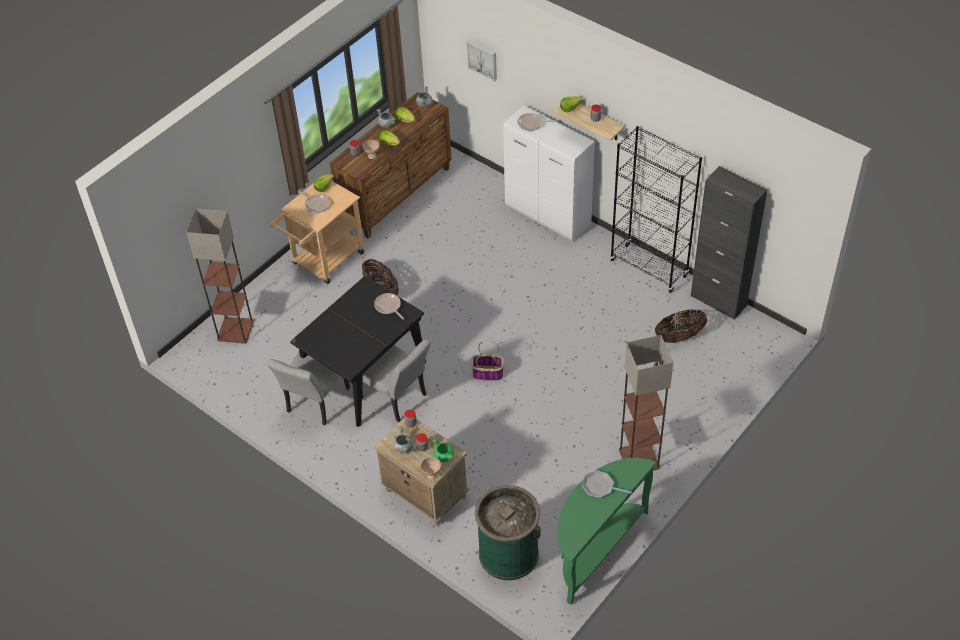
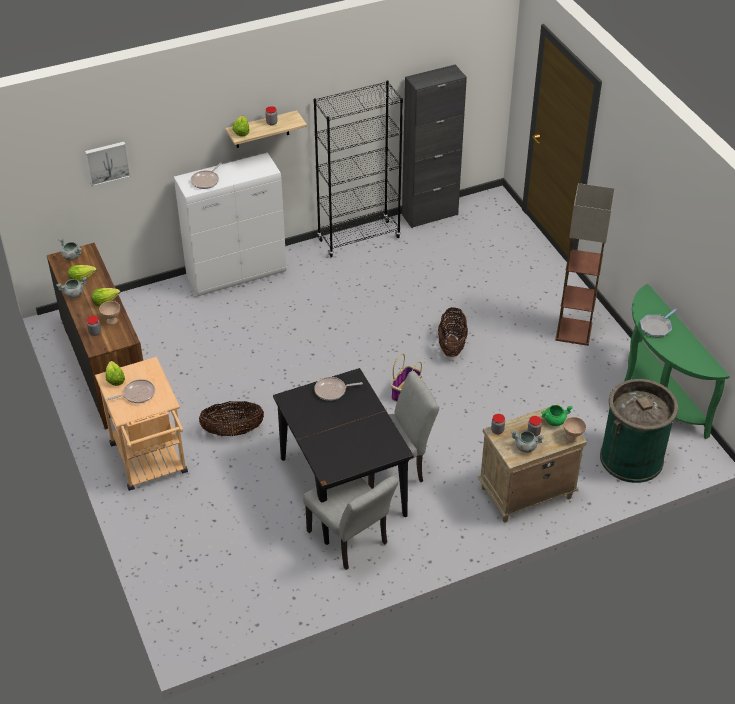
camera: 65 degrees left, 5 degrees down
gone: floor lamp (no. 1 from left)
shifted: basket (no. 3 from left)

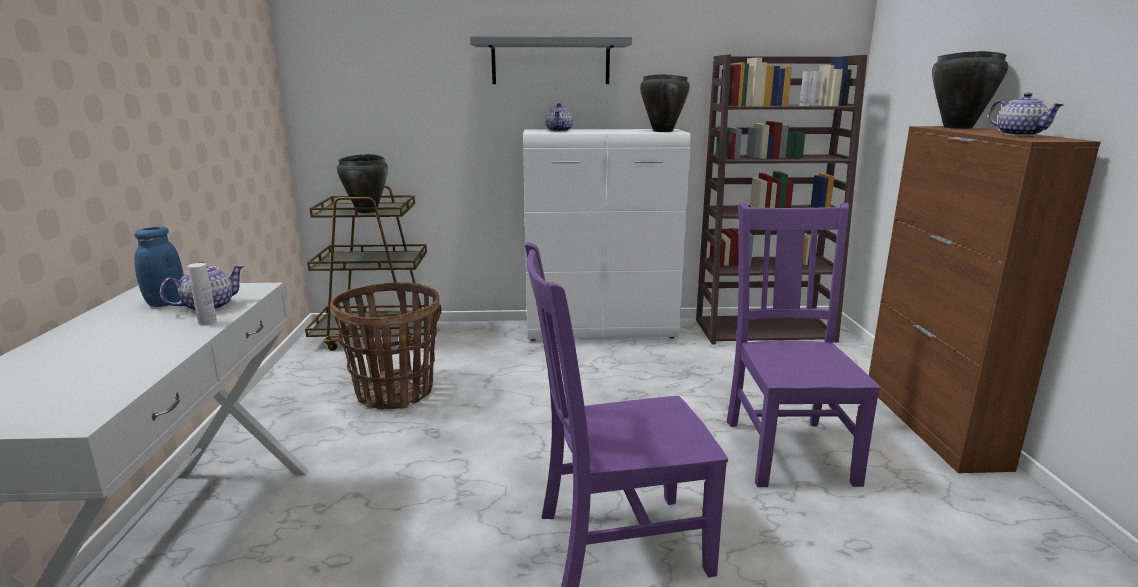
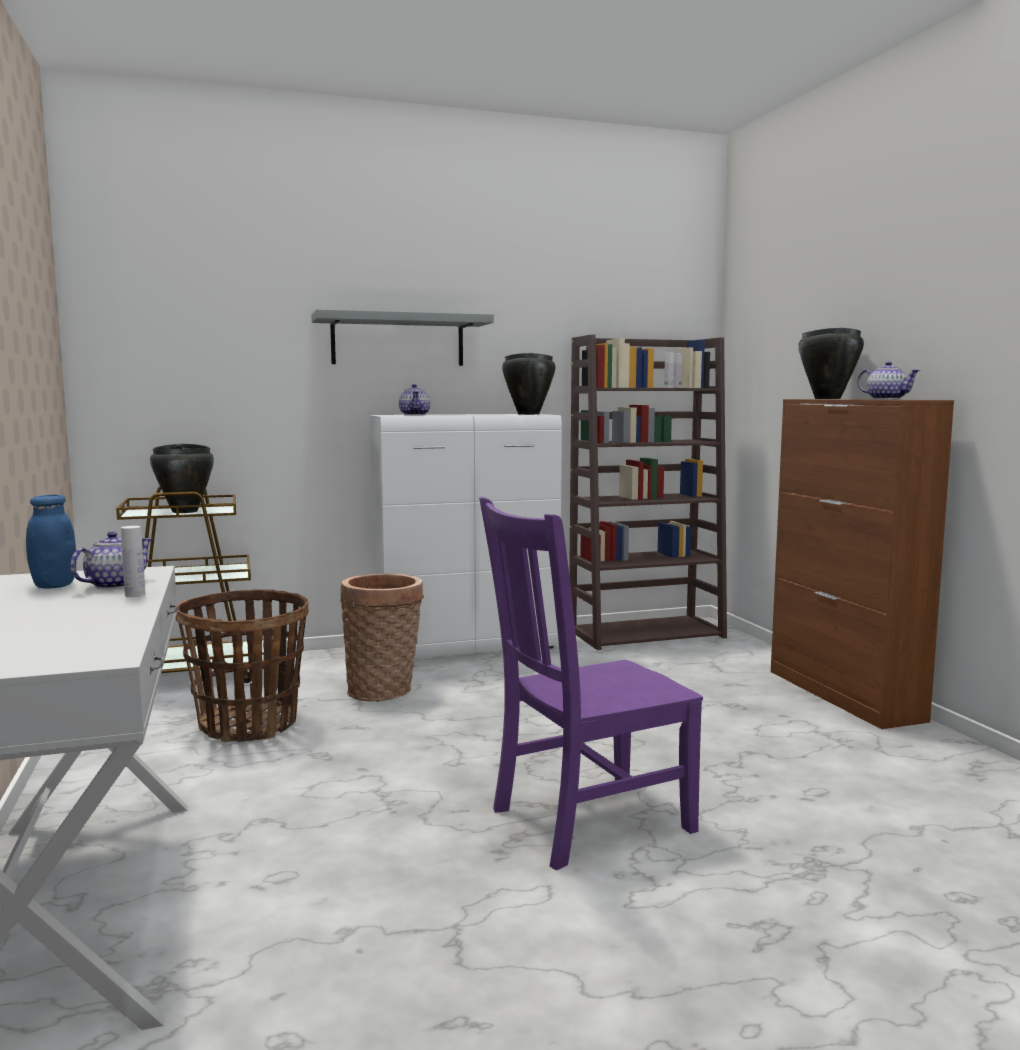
camera: 15 degrees left, 10 degrees down
gone: purple chair (no. 2 from left)
new: basket (no. 2 from left)

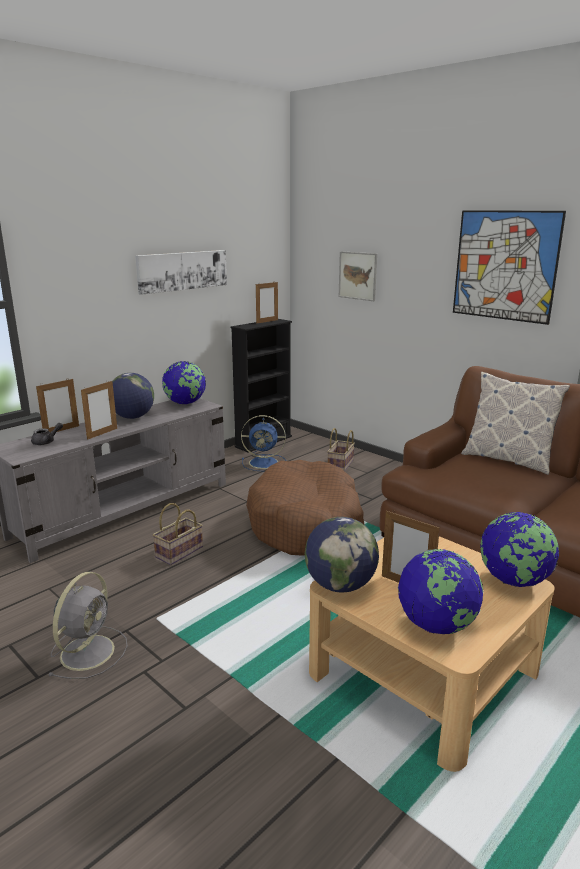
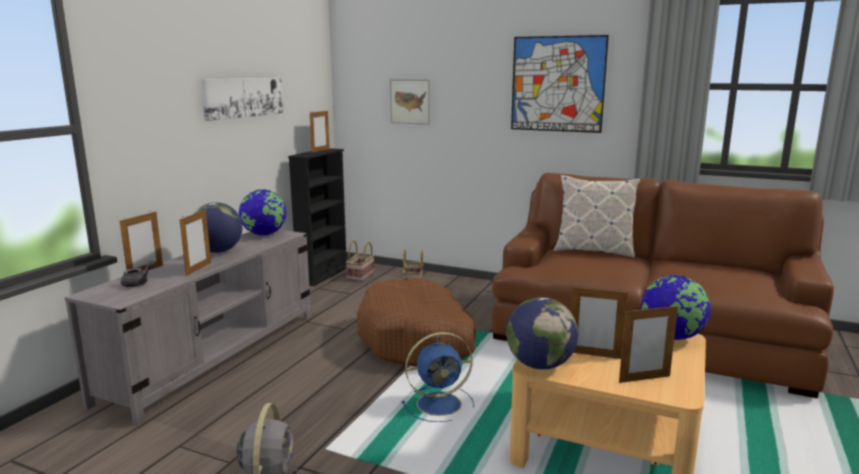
camera: 20 degrees left, 5 degrees down
shifted: basket (no. 1 from left); blue fan
swapped: globe (no. 4 from left) to picture frame (no. 5 from left)

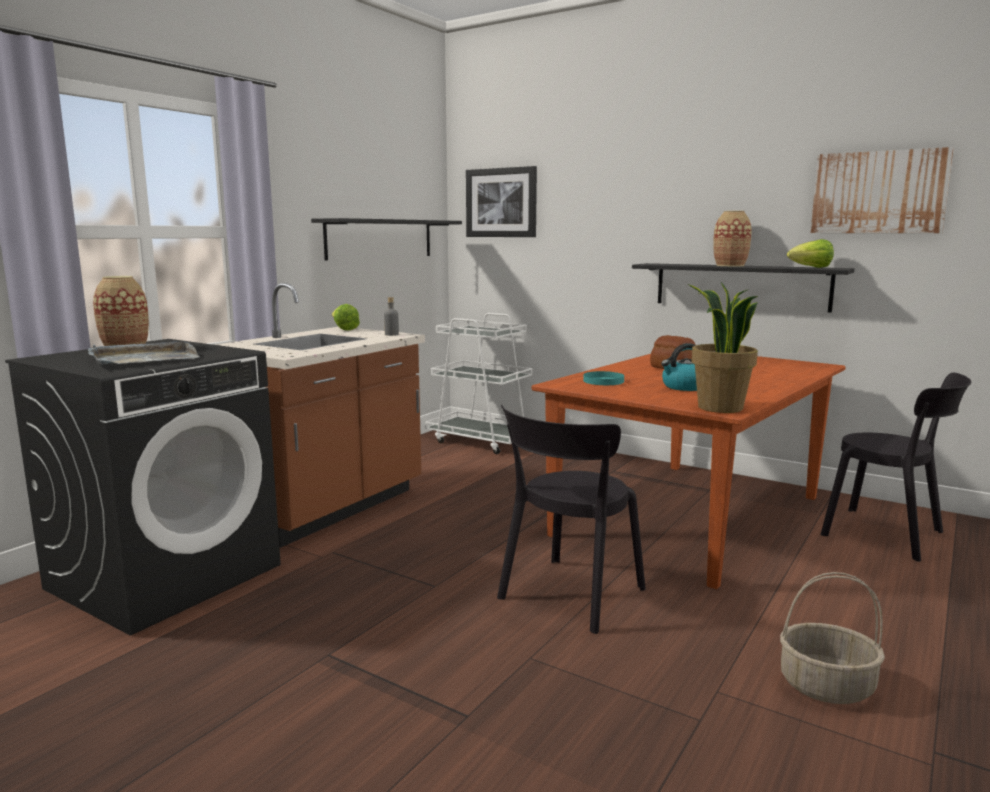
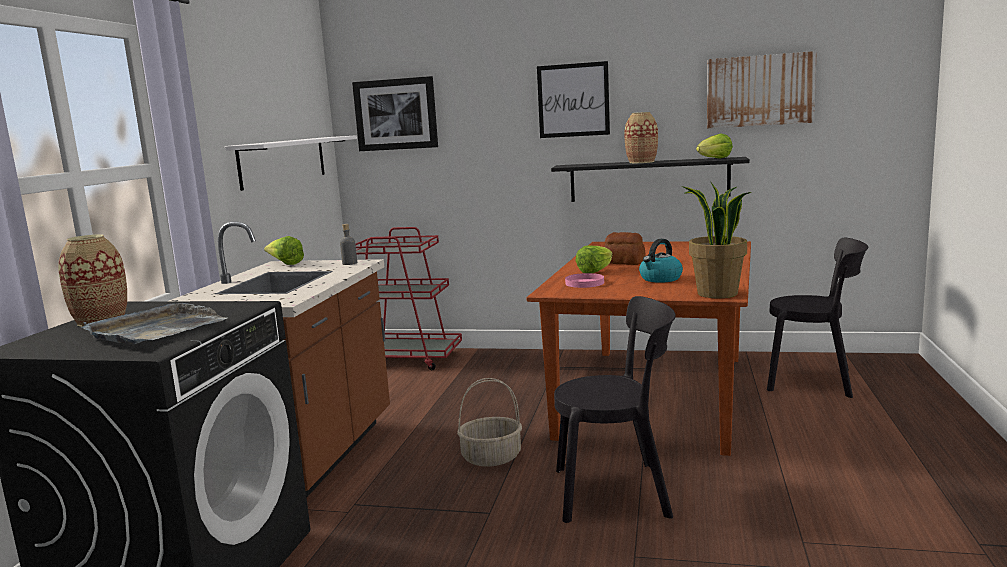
camera: 20 degrees left, 0 degrees up
new: picture (no. 2 from left); lettuce (no. 2 from left)
shifted: basket
repainted: black shelf (no. 1 from left) to white shelf; white cart to red cart; turquoise plate to pink plate
rotated: black chair (no. 1 from left) 105 degrees counterclockwise

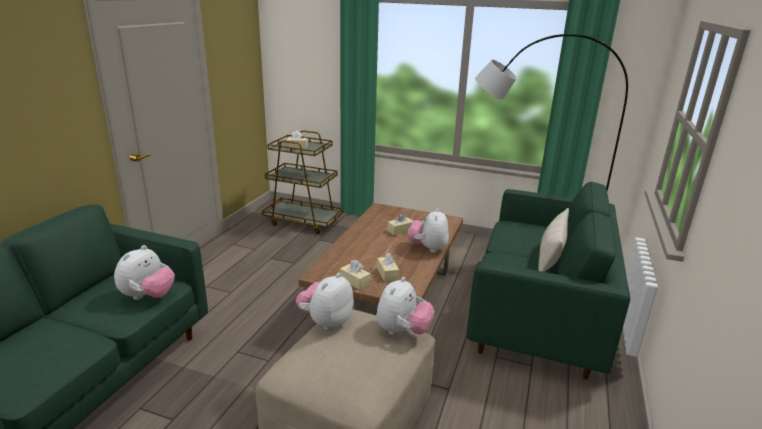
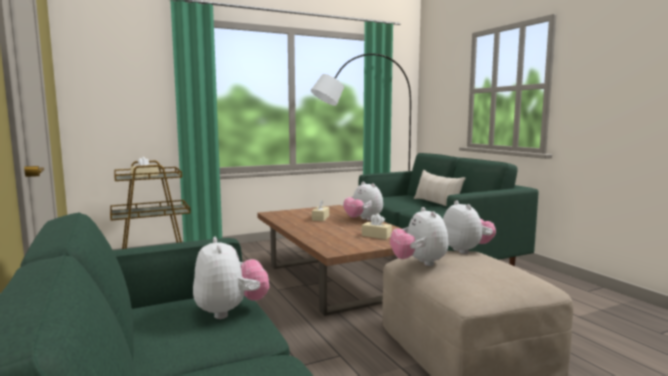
camera: 45 degrees left, 15 degrees down
gone: beige tissue box (no. 2 from left)

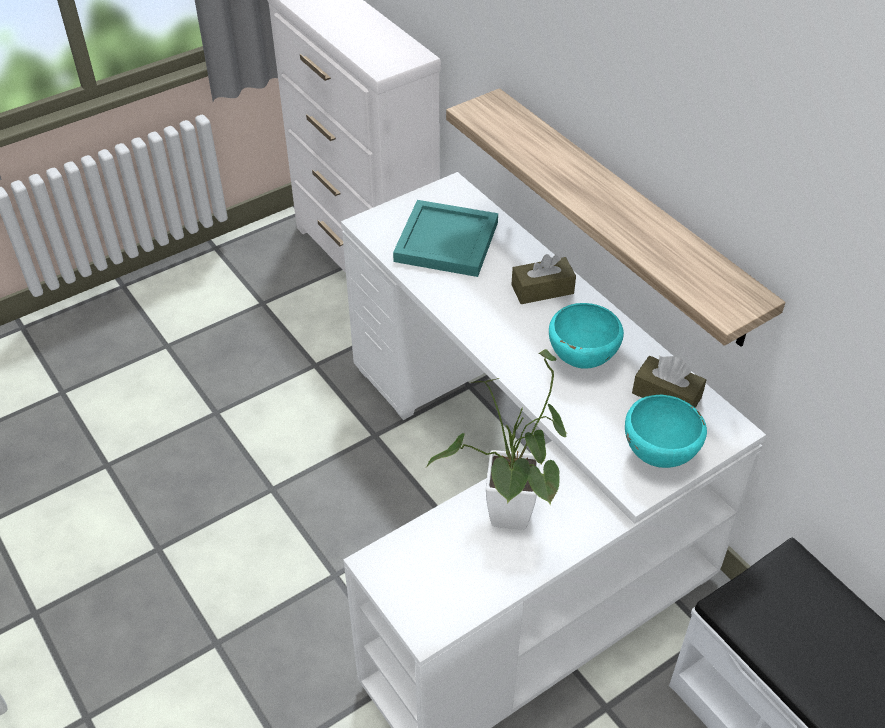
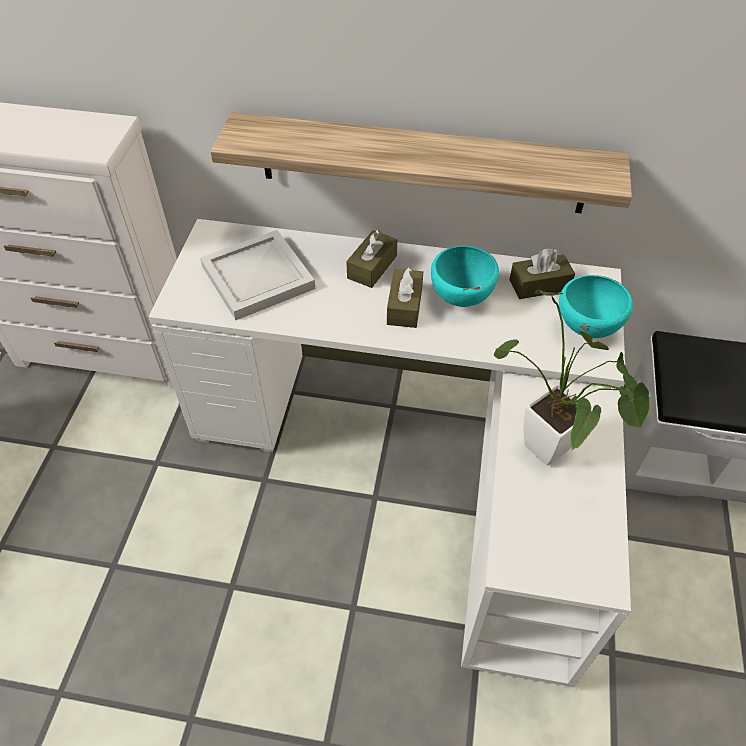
camera: 45 degrees left, 5 degrees up
new: brown tissue box (no. 2 from left)
repainted: turquoise tray to white tray

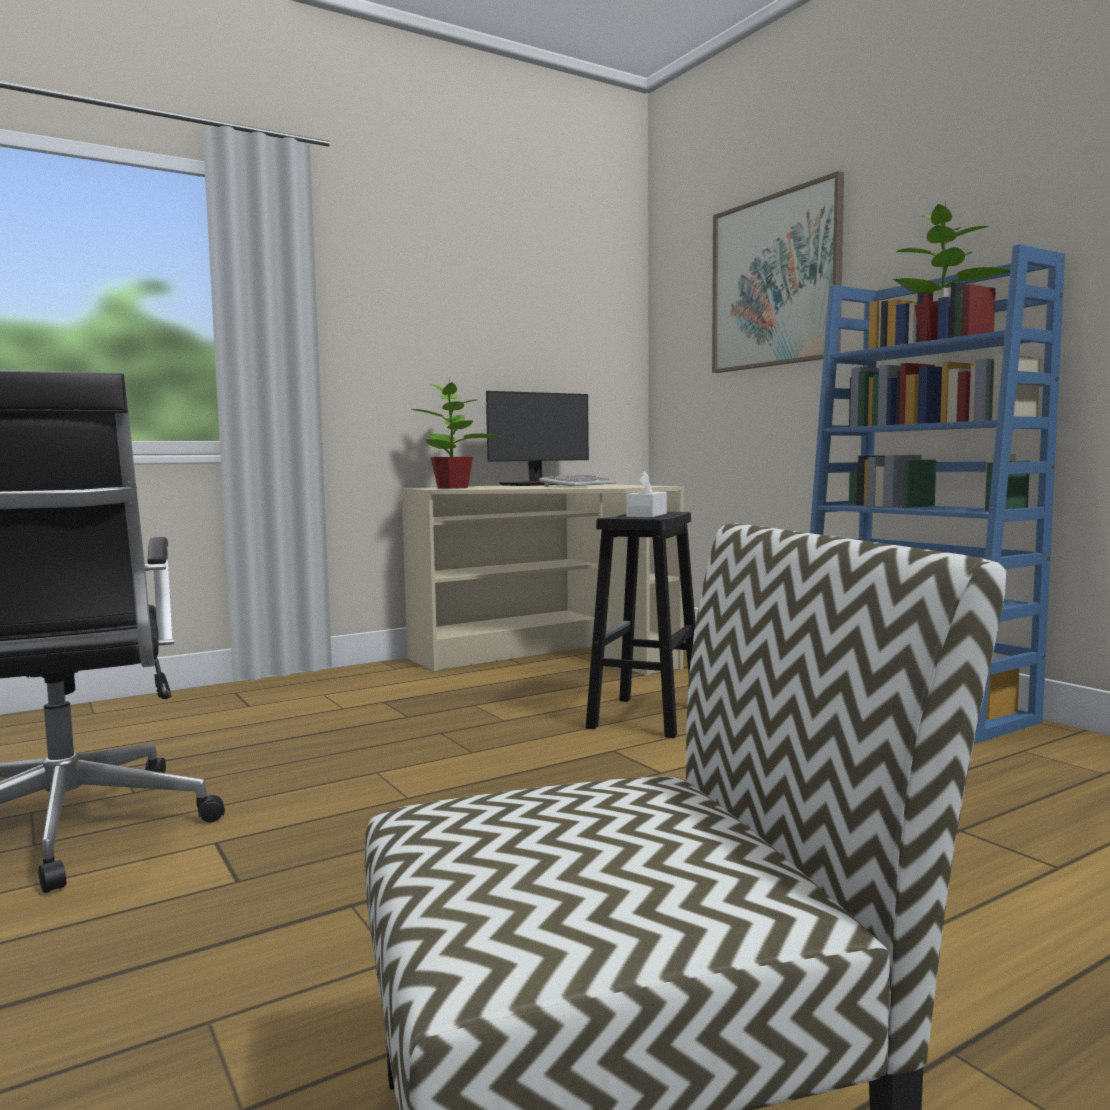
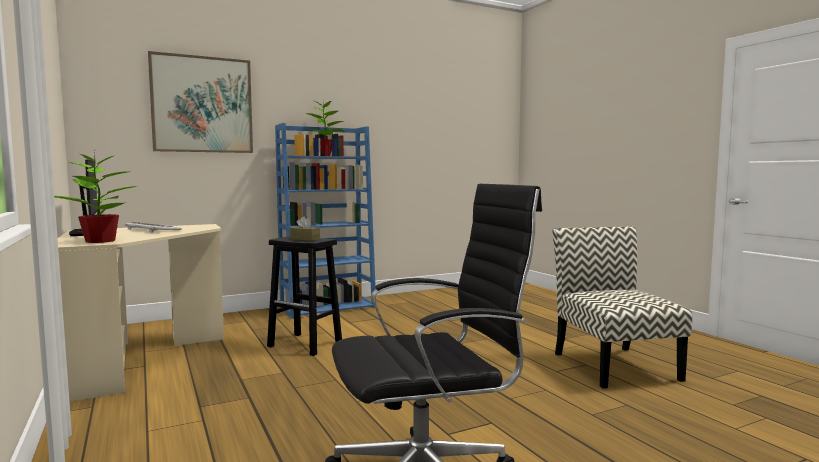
camera: 85 degrees left, 0 degrees up
repainted: white tissue box to brown tissue box

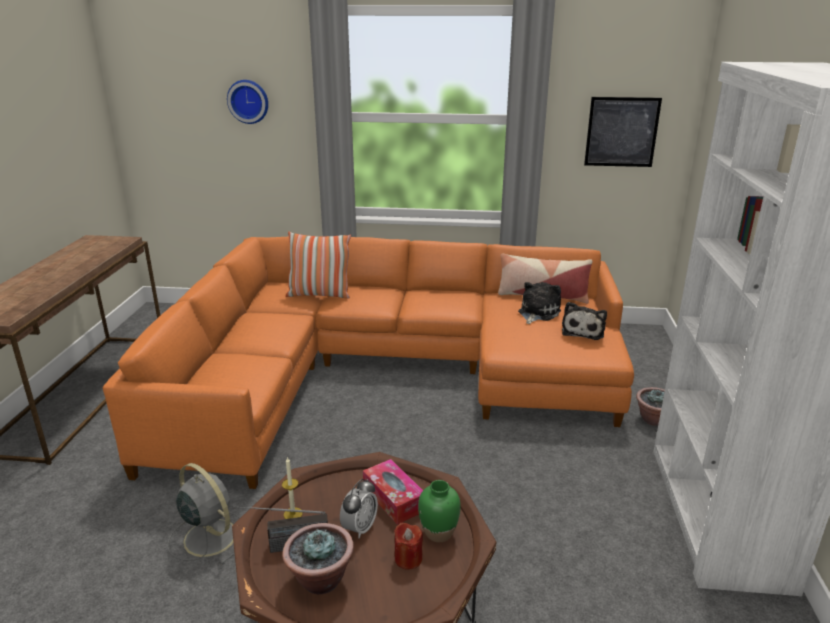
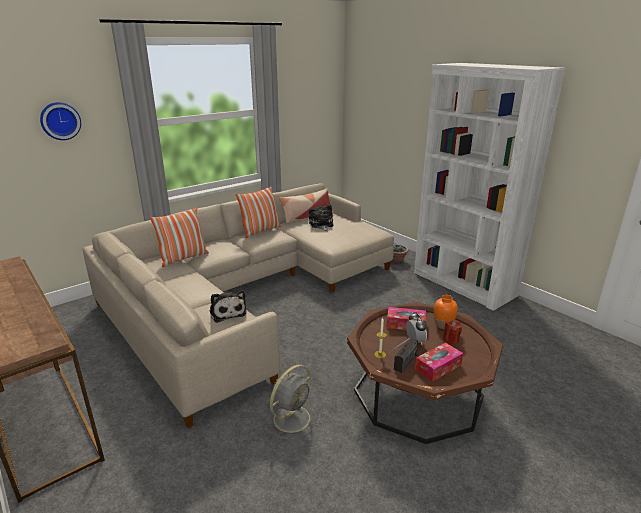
camera: 45 degrees left, 0 degrees up
gone: picture
new: pillow (no. 2 from left)
shifted: plush toy (no. 2 from left in the first image) to plush toy (no. 1 from left)
swapped: potted plant (no. 1 from left) to tissue box (no. 2 from left)
repainted: orange sofa to beige sofa; green vase to orange vase
rotated: grey fan 135 degrees clockwise

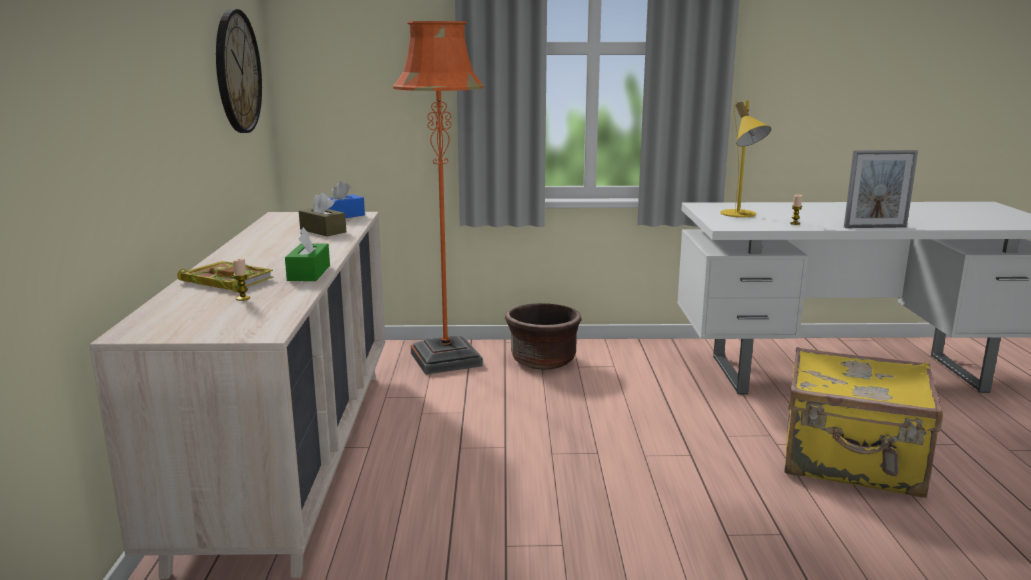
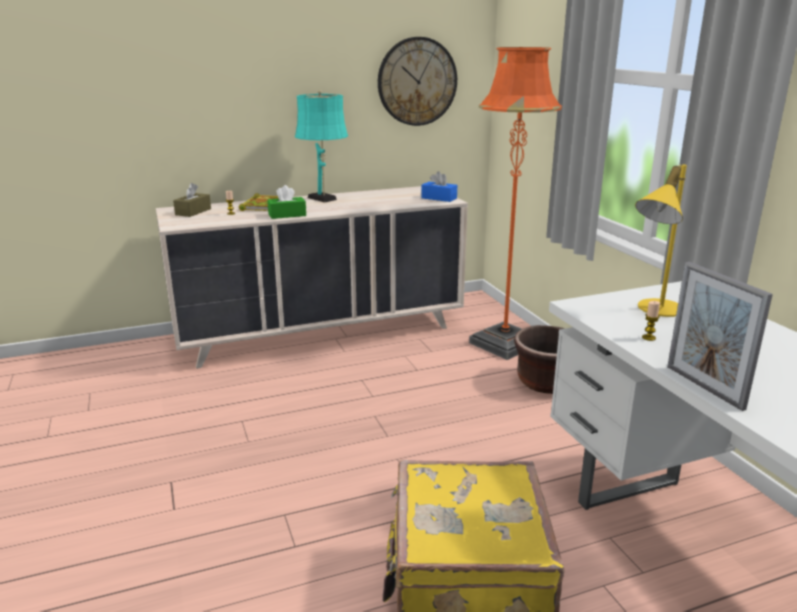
camera: 70 degrees right, 5 degrees up
new: turquoise table lamp
shifted: brown tissue box

